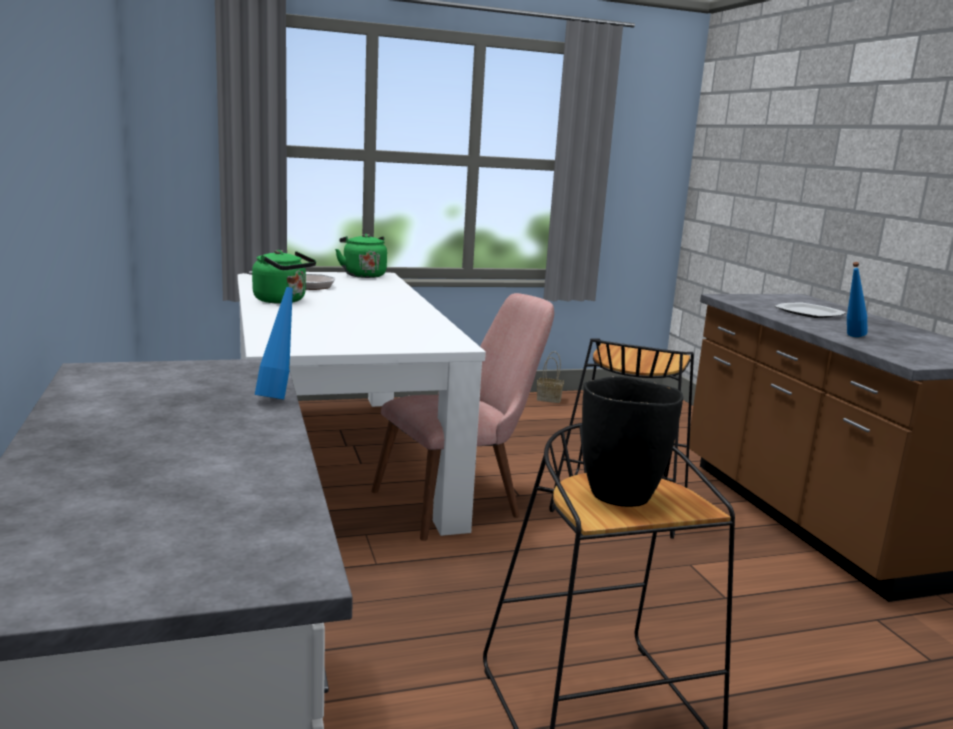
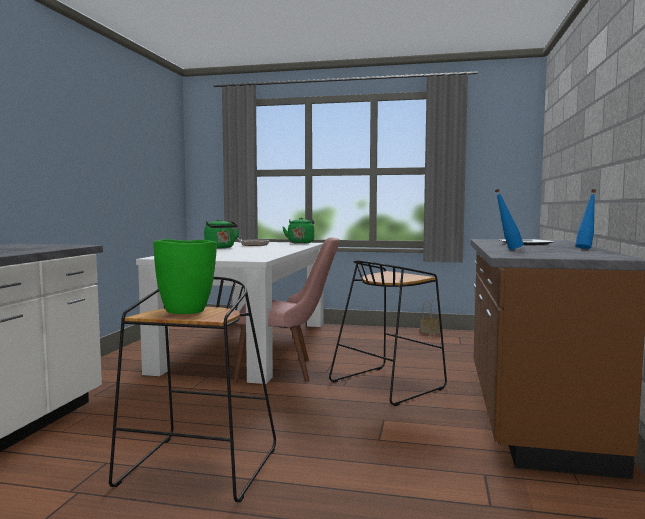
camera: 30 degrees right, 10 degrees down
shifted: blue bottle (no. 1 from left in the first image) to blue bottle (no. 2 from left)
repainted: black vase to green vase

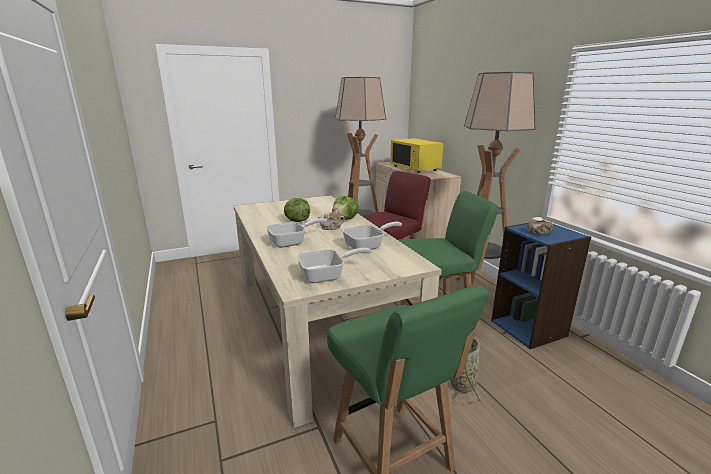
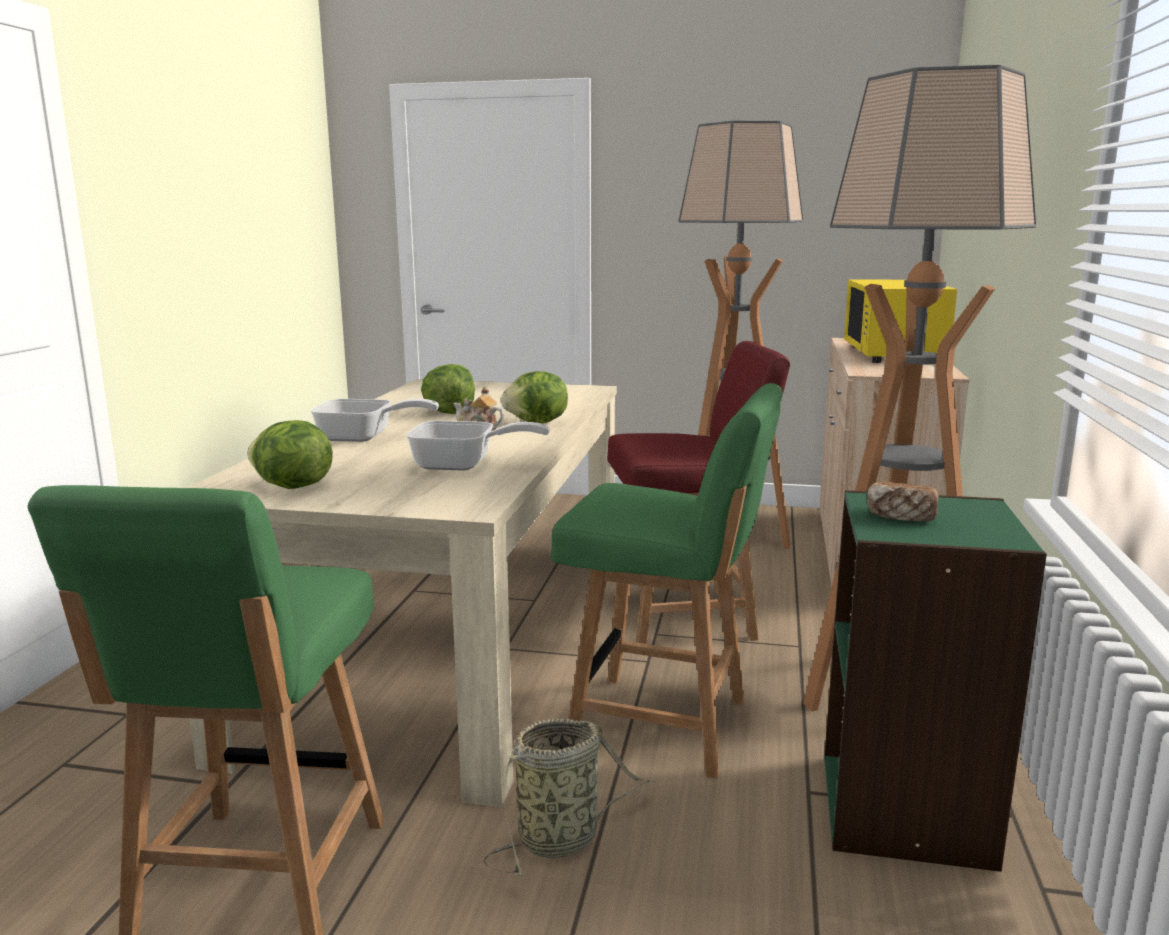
camera: 35 degrees right, 5 degrees down
swapped: frying pan (no. 2 from left) to lettuce (no. 1 from left)
repainted: blue bookcase to green bookcase

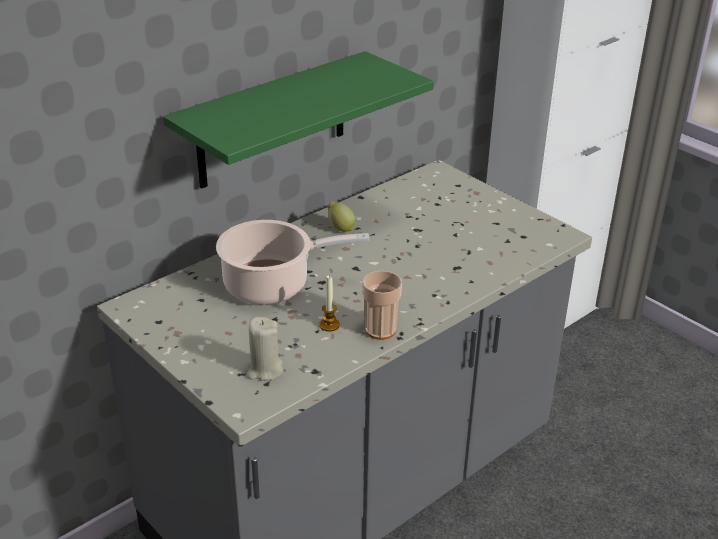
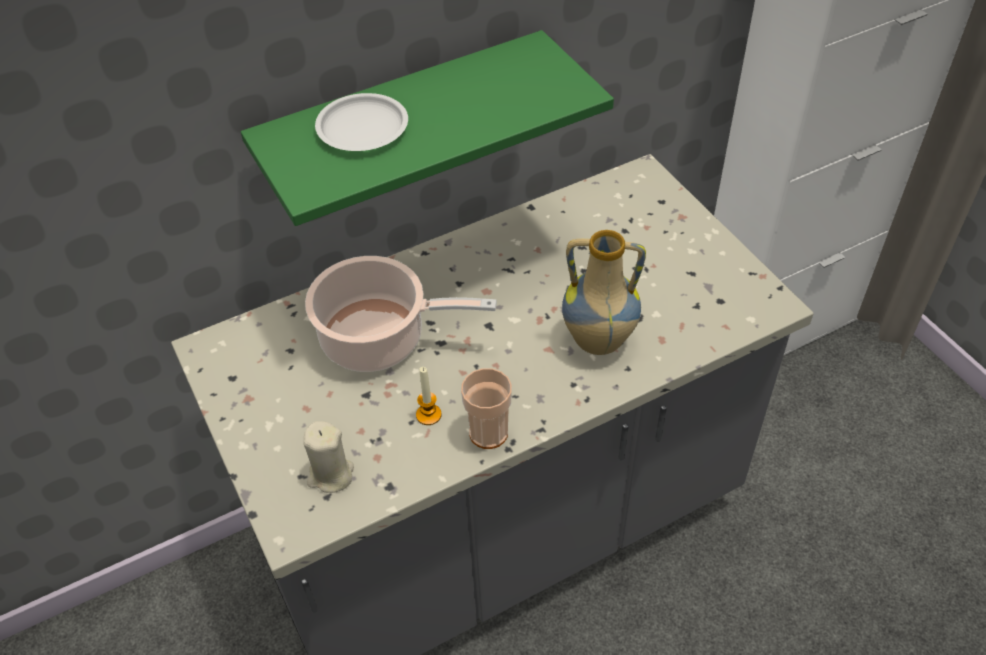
camera: 15 degrees right, 15 degrees up
gone: lemon
new: white plate; vase

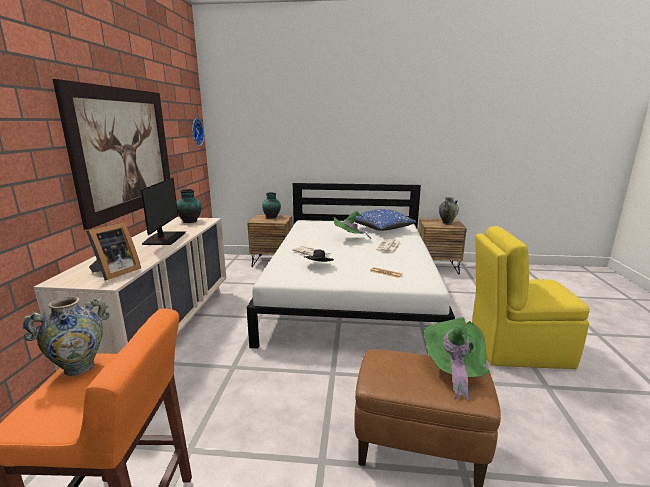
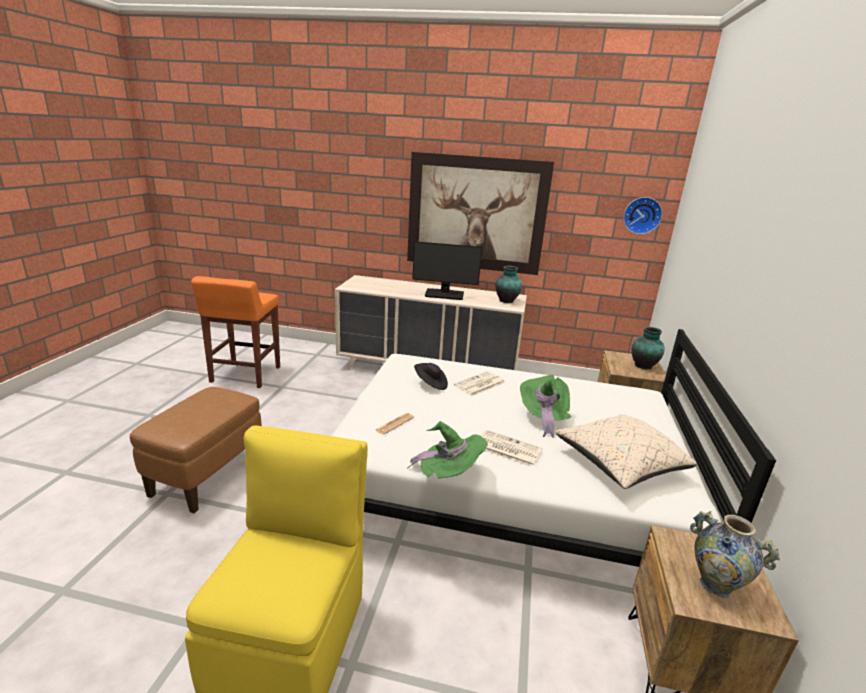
camera: 95 degrees right, 5 degrees up
gone: vase (no. 1 from left); picture frame
shifted: green hat (no. 2 from left in the first image) to green hat (no. 1 from left)
repainted: blue pillow to beige pillow

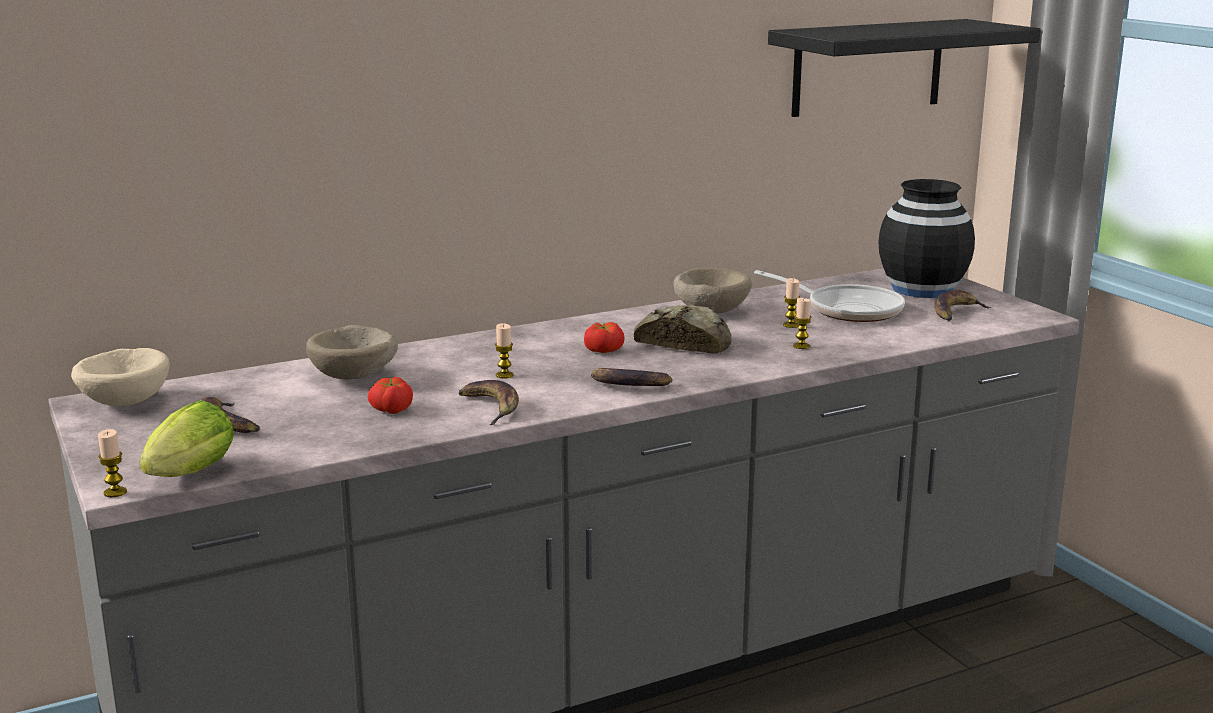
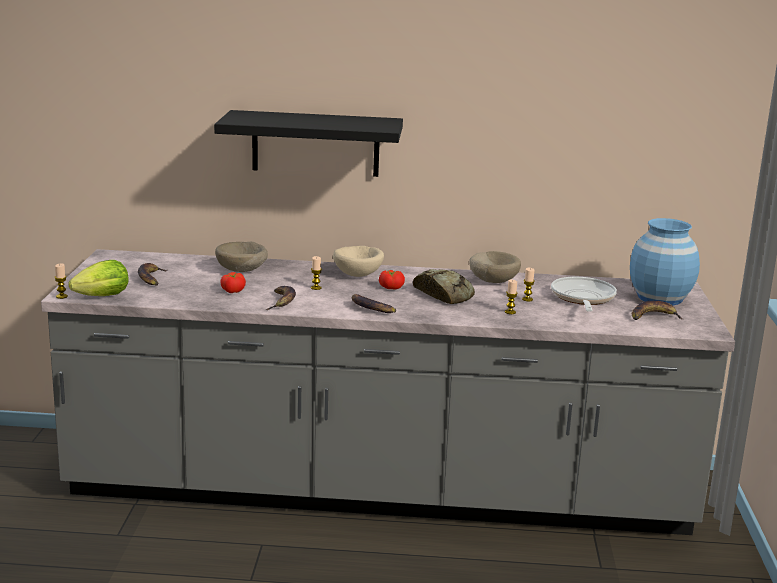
camera: 30 degrees right, 0 degrees up
shifted: beige bowl (no. 1 from left in the first image) to beige bowl (no. 2 from left); black shelf
repainted: black vase to blue vase
rotated: frying pan 150 degrees counterclockwise

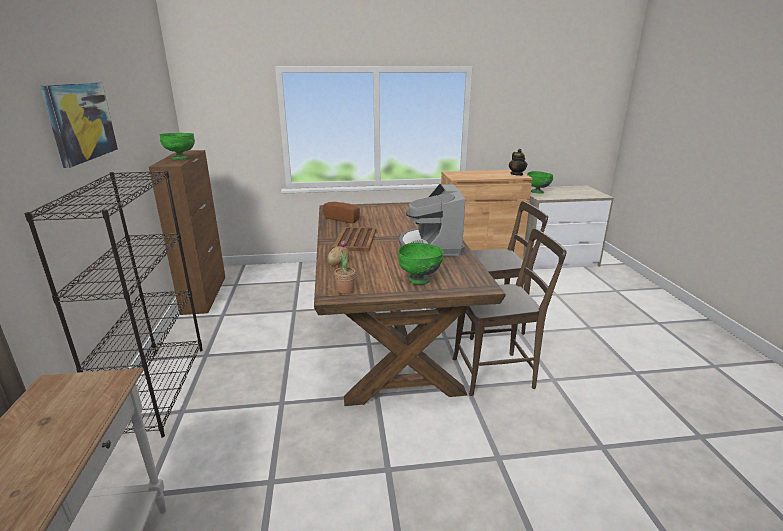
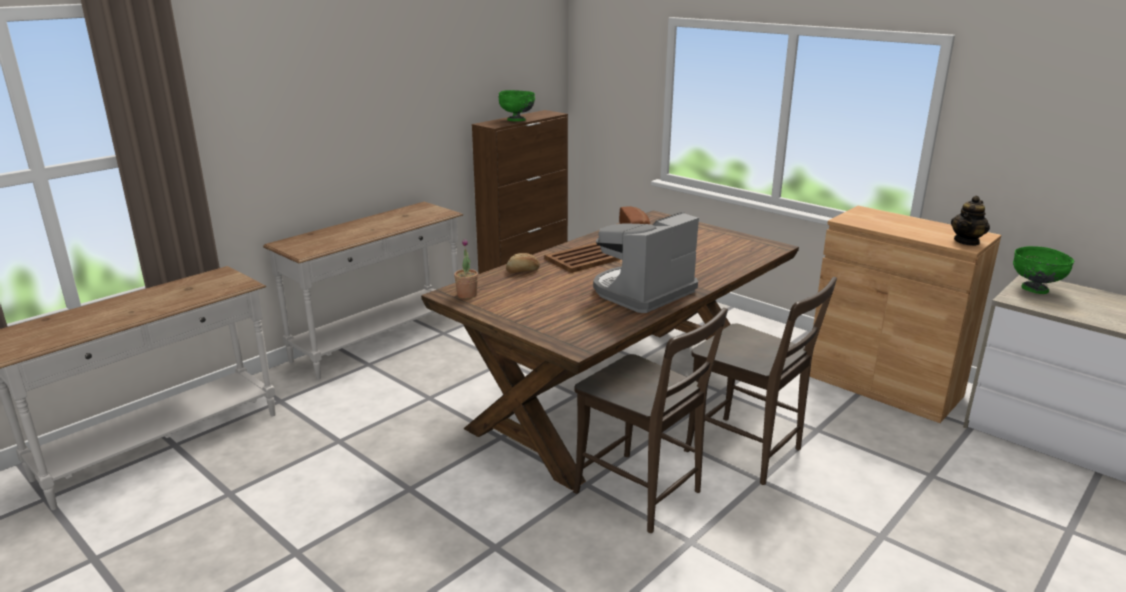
camera: 50 degrees right, 0 degrees up
gone: picture; green bowl (no. 2 from left)
swapped: black bookcase to white console table (no. 2 from left)

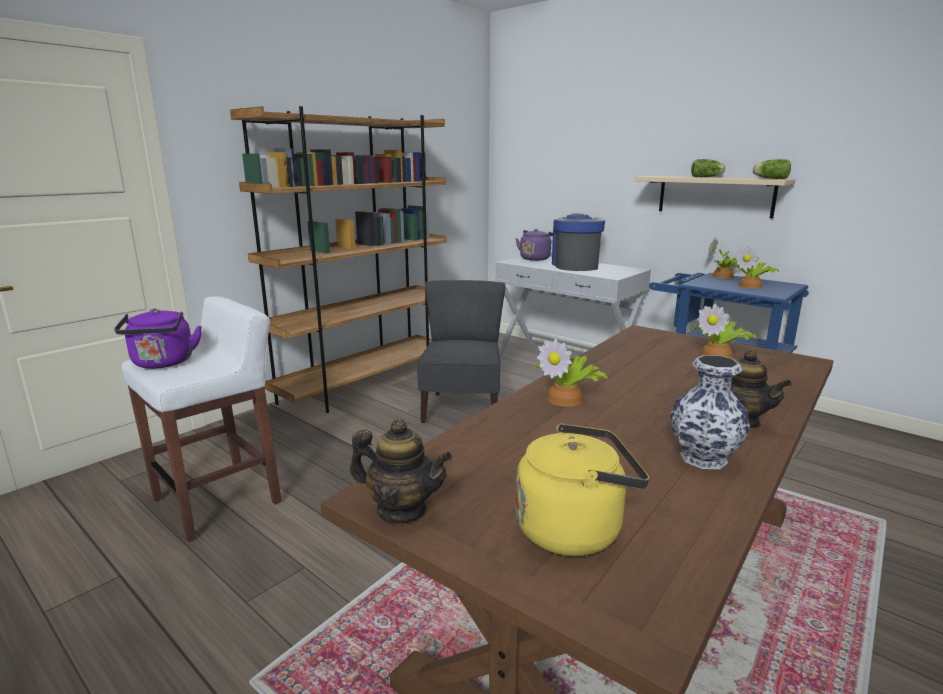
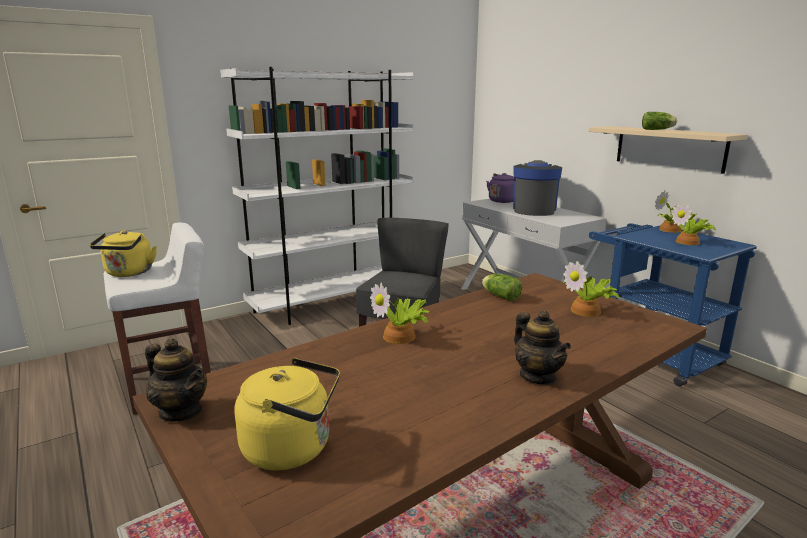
camera: 15 degrees right, 0 degrees up
gone: vase
shifted: lettuce (no. 2 from left in the first image) to lettuce (no. 1 from left)
repainted: purple kettle (no. 1 from left) to yellow kettle (no. 1 from left); brown bookcase to white bookcase

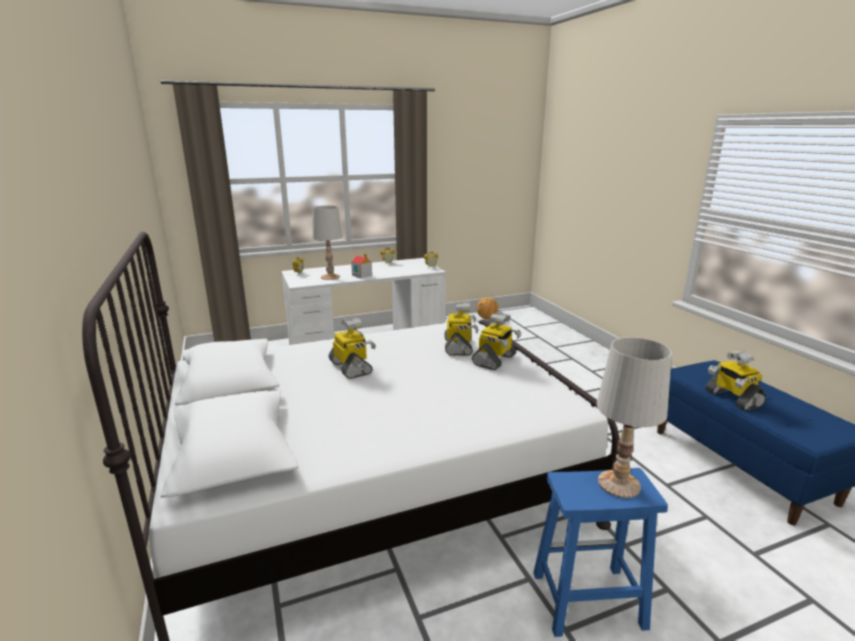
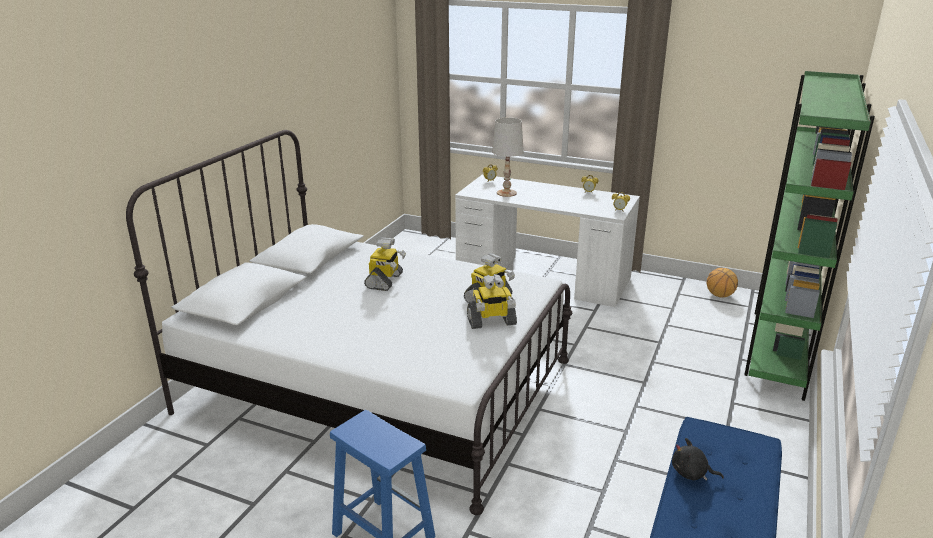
camera: 45 degrees right, 5 degrees up
gone: toy house; white table lamp (no. 2 from left)
new: green bookcase
swapped: toy robot (no. 4 from left) to black plush toy

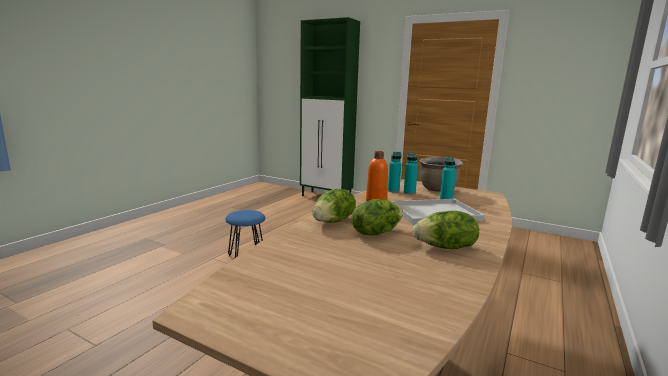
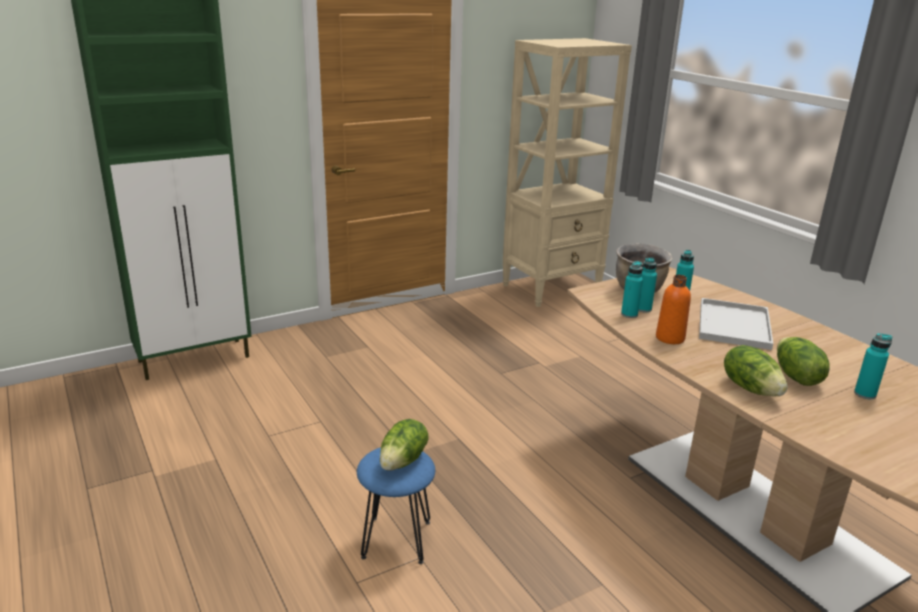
camera: 60 degrees left, 10 degrees up
new: beige bookcase; turquoise bottle (no. 4 from left)
shifted: lettuce (no. 3 from left in the first image) to lettuce (no. 1 from left)

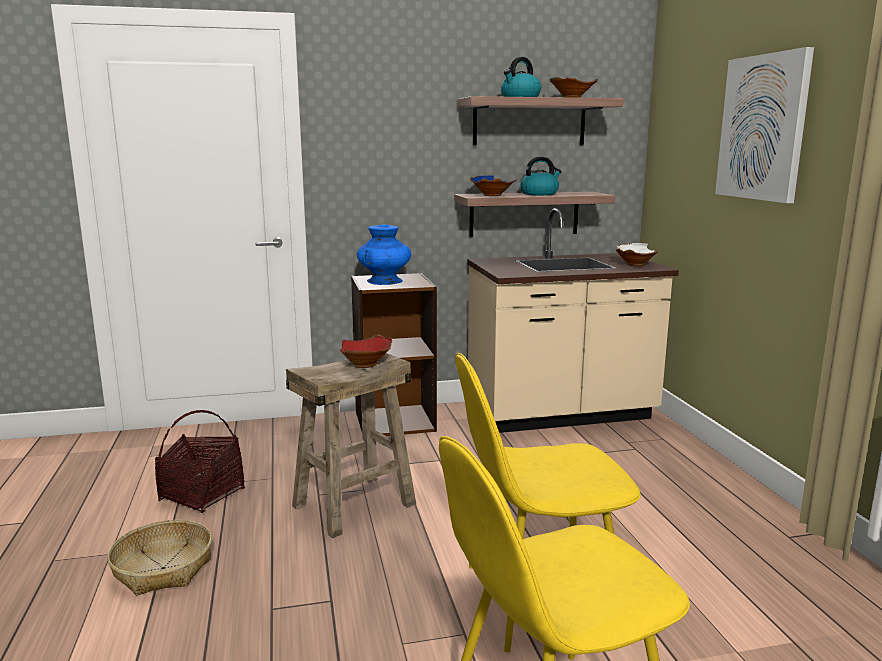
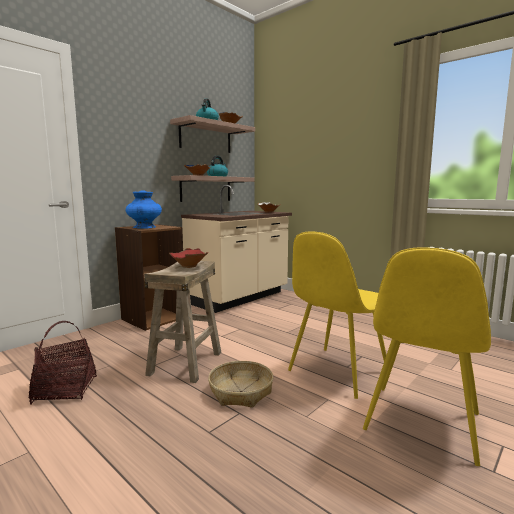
camera: 35 degrees left, 5 degrees down
gone: picture
shifted: basket (no. 1 from left in the first image) to basket (no. 2 from left)

